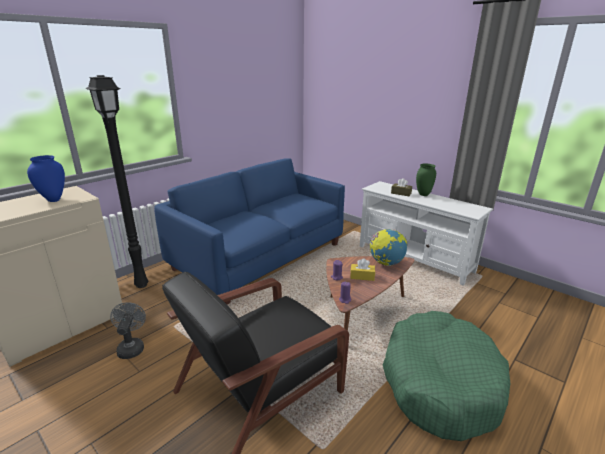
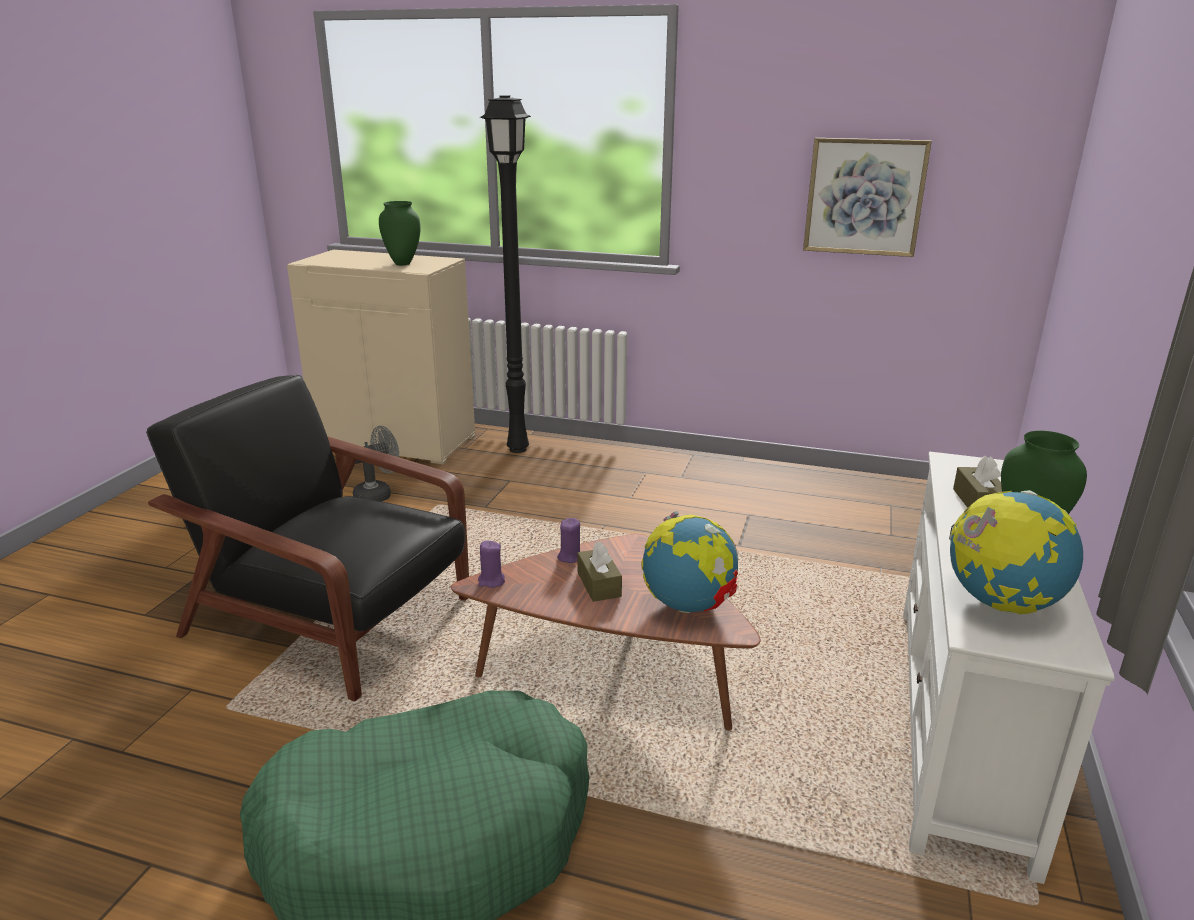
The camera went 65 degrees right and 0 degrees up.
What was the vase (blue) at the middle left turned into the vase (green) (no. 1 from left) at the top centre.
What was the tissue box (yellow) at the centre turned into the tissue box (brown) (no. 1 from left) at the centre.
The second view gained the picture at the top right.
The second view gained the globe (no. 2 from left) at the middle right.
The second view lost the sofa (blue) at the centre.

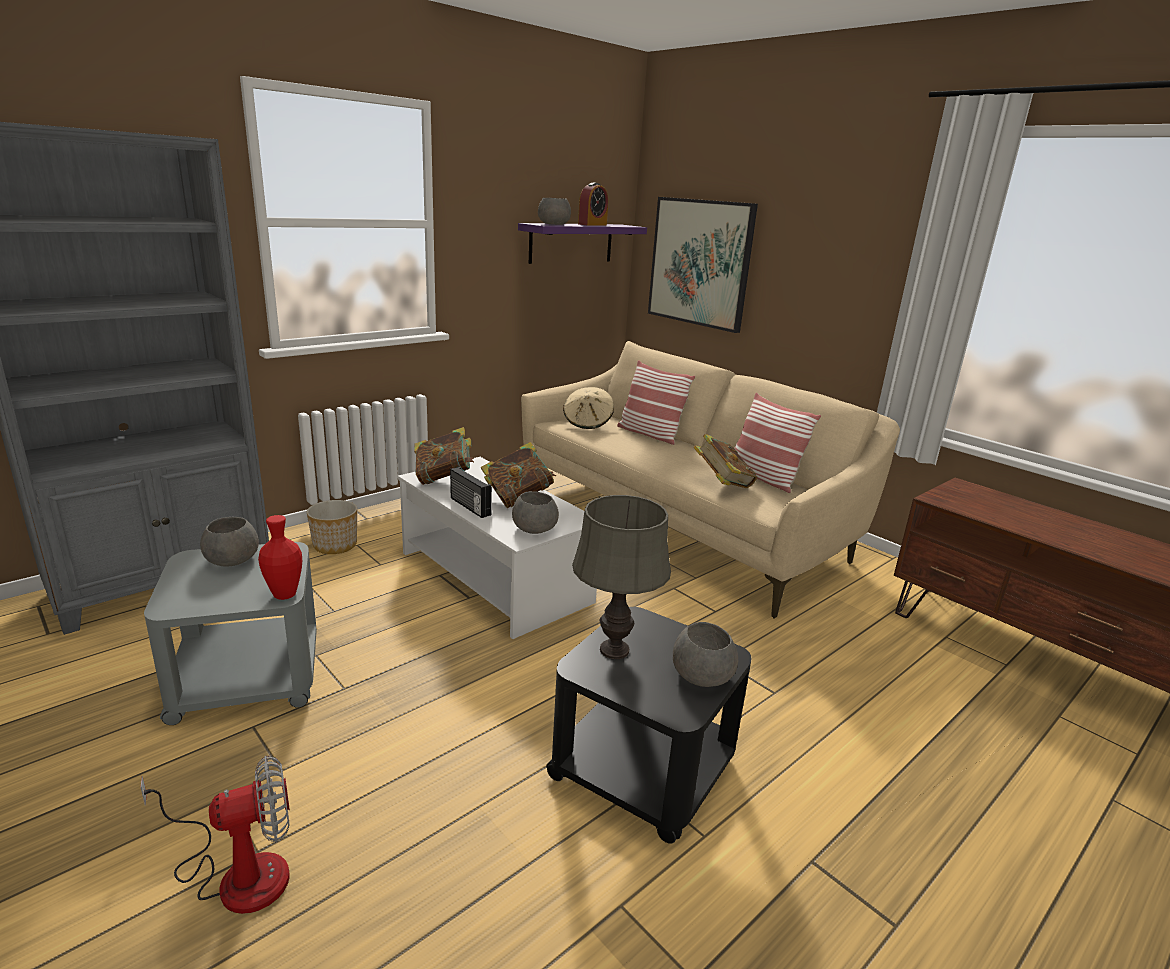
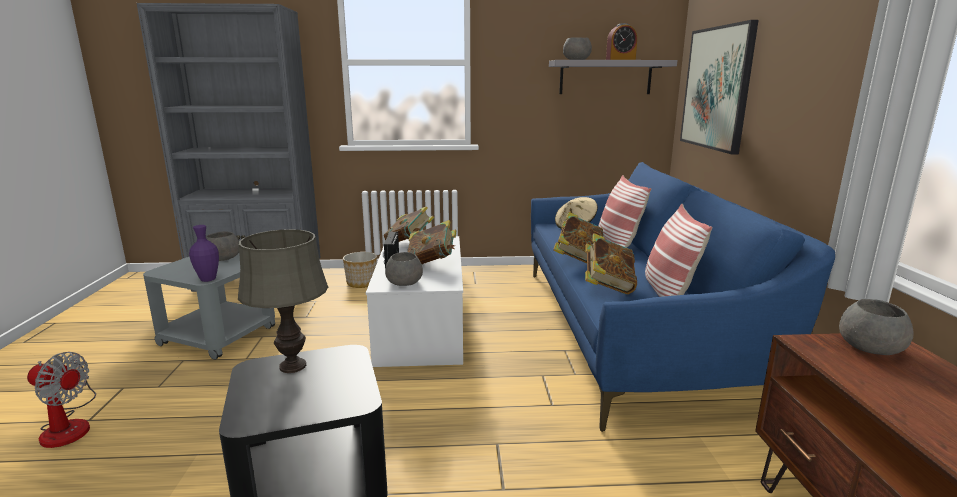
The camera went 40 degrees right and 5 degrees down.
What was the vase (red) at the middle left turned into the vase (purple) at the middle left.
What was the sofa (beige) at the centre turned into the sofa (blue) at the middle right.
What was the shelf (purple) at the top centre turned into the shelf (grey) at the top centre.
The second view gained the book (no. 3 from left) at the centre.
The bowl (grey) (no. 4 from left) ended up elsewhere, having gone from the bottom centre to the middle right.

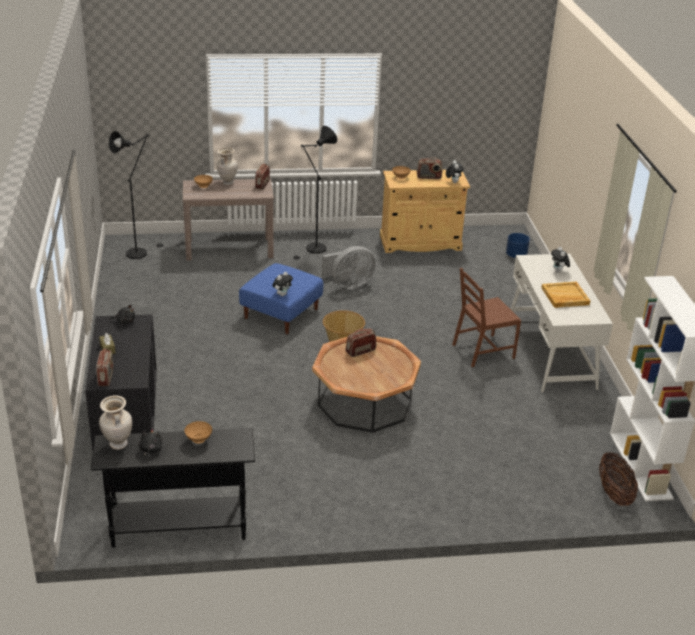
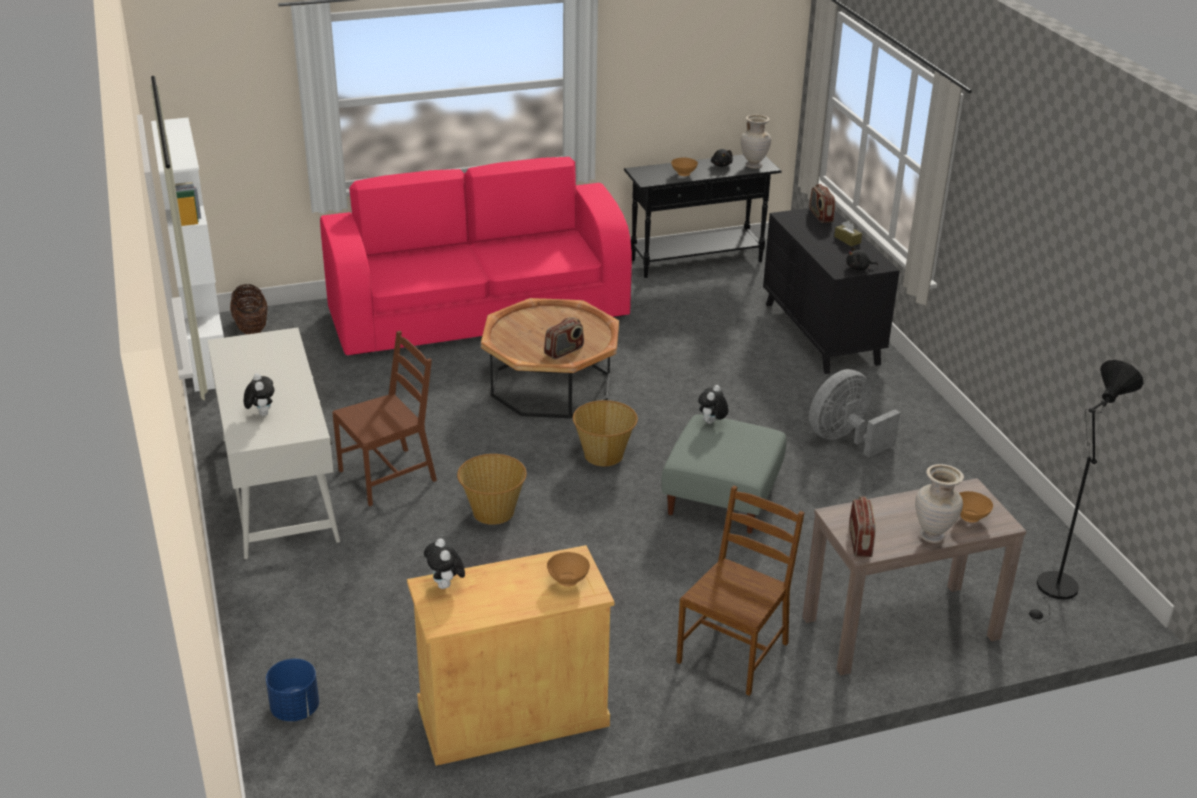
The camera went 170 degrees right and 0 degrees up.
The second view gained the sofa (pink) at the top centre.
The second view gained the basket (no. 2 from left) at the centre.
What was the ottoman (blue) at the centre turned into the ottoman (grey) at the centre.
Where the floor lamp (black) (no. 2 from left) stood at the top centre, the chair (brown) (no. 2 from left) came to stand at the bottom centre.
The fan (grey) ended up elsewhere, having gone from the centre to the middle right.
The second view lost the radio (no. 4 from left) at the top centre.
The second view lost the tray (beige) at the middle right.

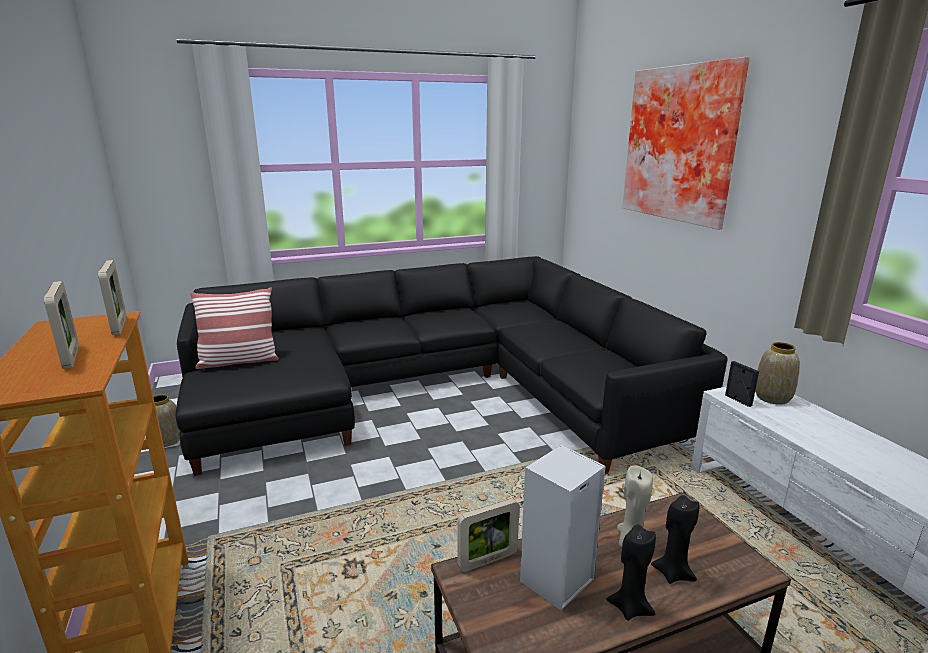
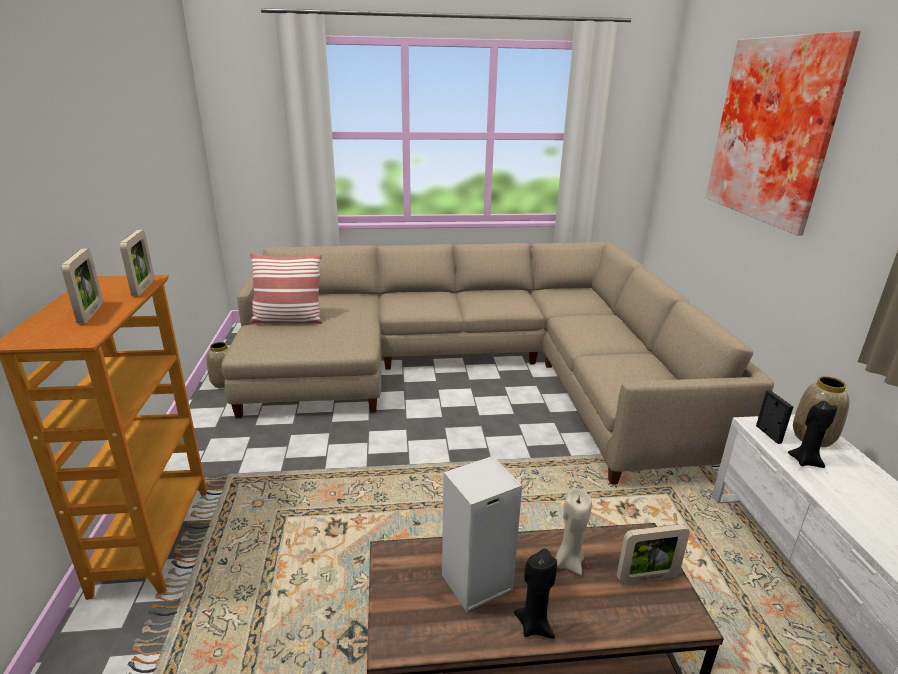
The camera went 15 degrees right and 5 degrees up.
What was the sofa (black) at the centre turned into the sofa (beige) at the centre.
The picture frame (no. 3 from left) ended up elsewhere, having gone from the bottom centre to the bottom right.
The candle (black) (no. 2 from left) ended up elsewhere, having gone from the bottom right to the middle right.

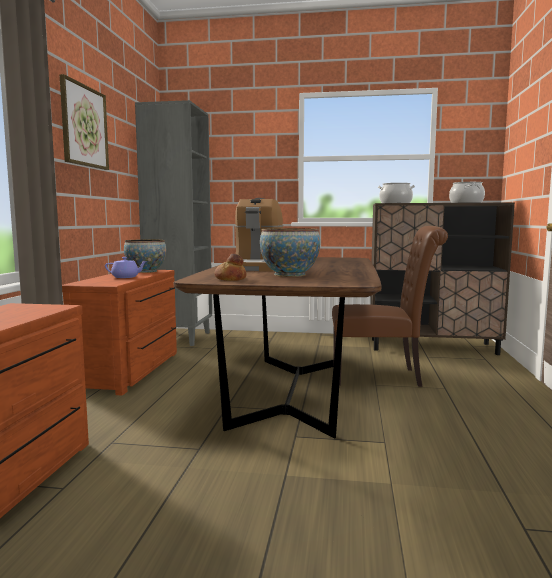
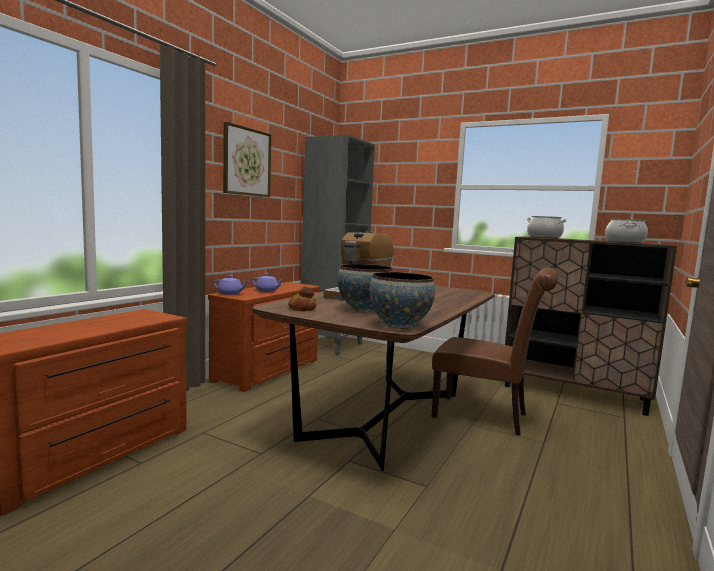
The camera went 20 degrees right and 0 degrees up.
The second view gained the teapot (purple) (no. 1 from left) at the middle left.
The bowl (no. 1 from left in the first image) ended up elsewhere, having gone from the middle left to the centre.

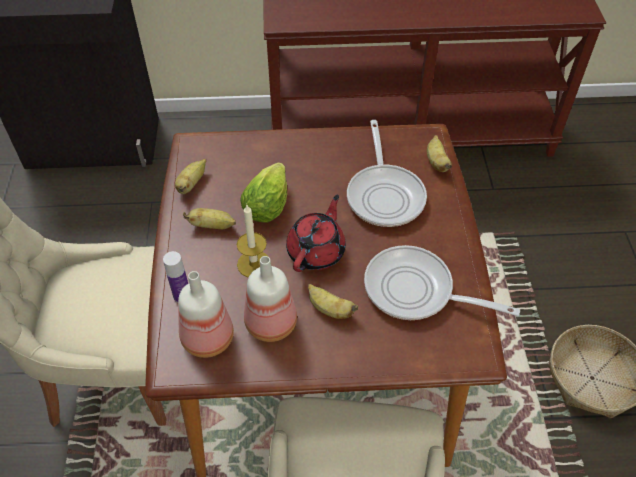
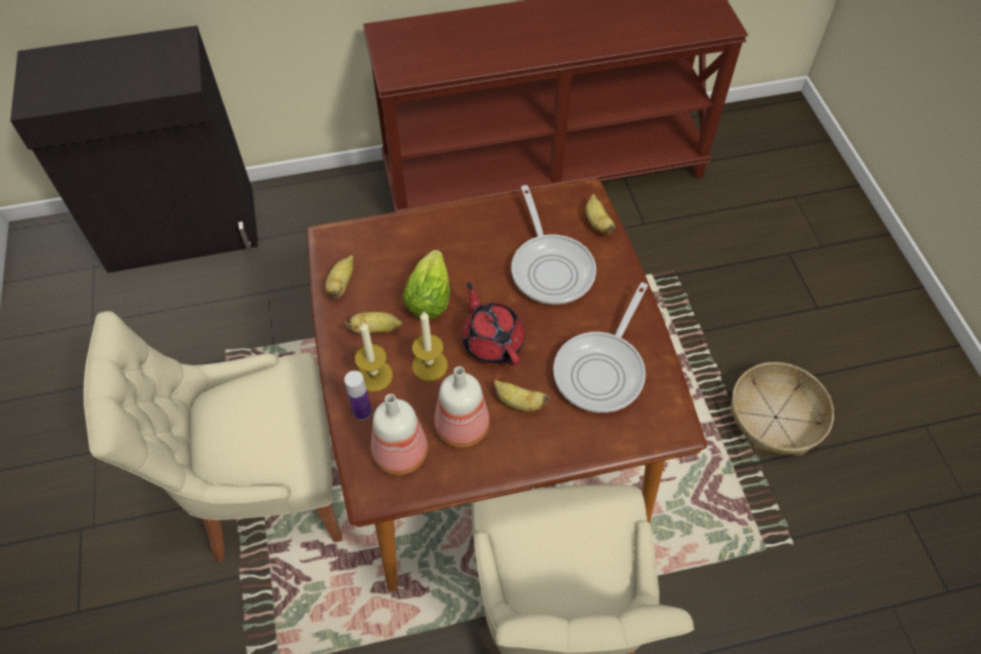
The camera went 10 degrees left and 5 degrees up.
The second view gained the candle (no. 1 from left) at the centre.
The teapot (red) at the centre ended up facing another way, 45 degrees counterclockwise from before.
The frying pan (no. 2 from left) at the middle right ended up facing another way, 75 degrees counterclockwise from before.

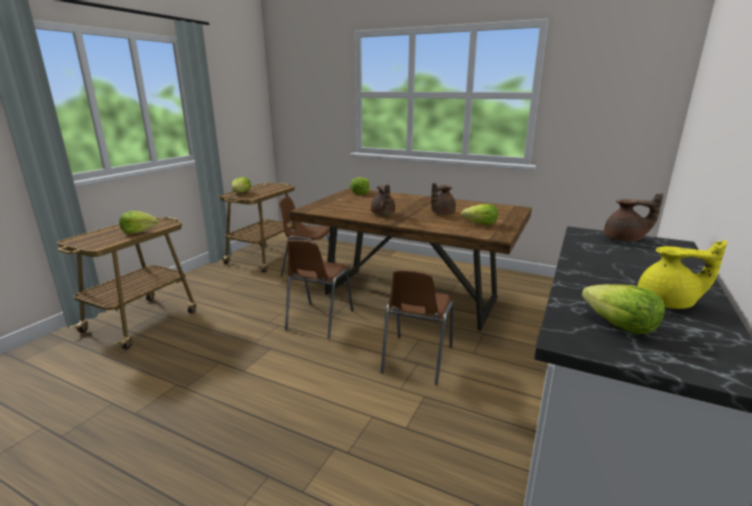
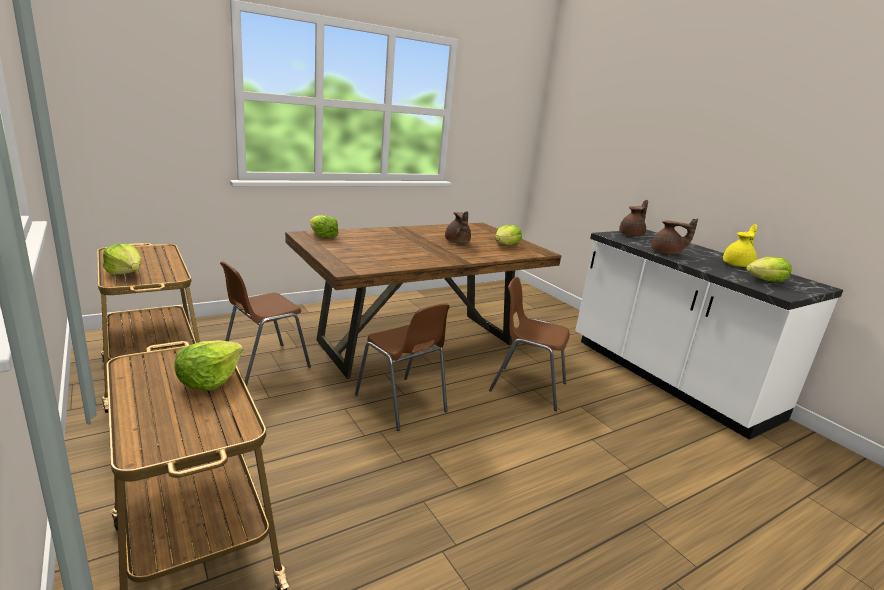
The camera went 60 degrees left and 0 degrees up.
The chair (brown) (no. 3 from left) at the centre ended up facing another way, 150 degrees clockwise from before.
The teapot (brown) (no. 1 from left in the first image) ended up elsewhere, having gone from the centre to the middle right.

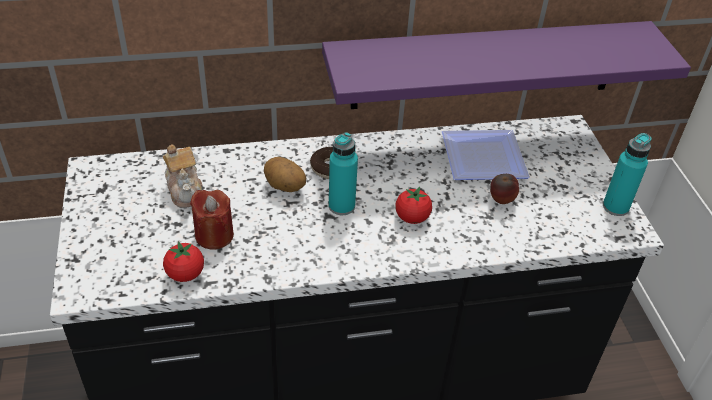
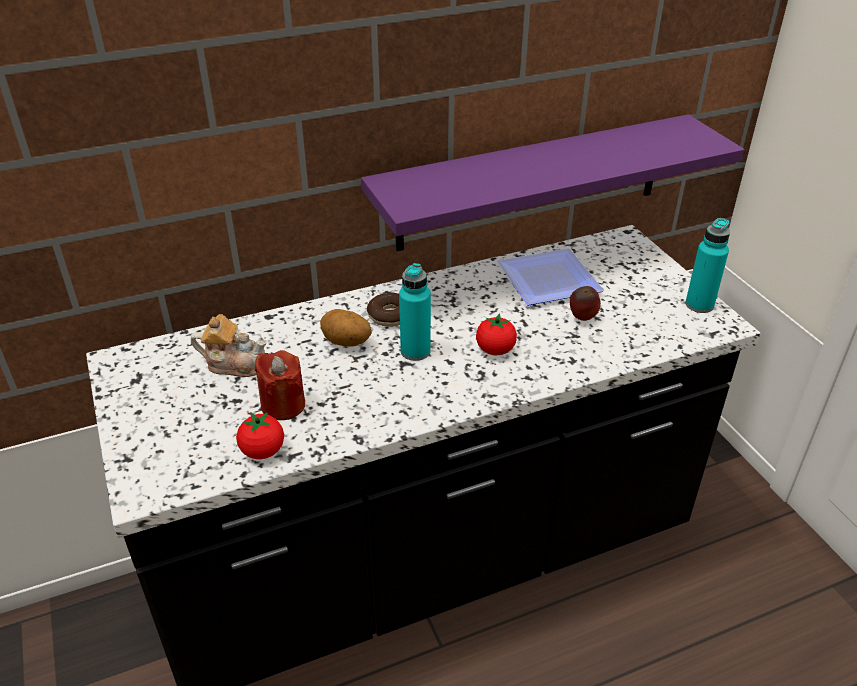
The camera went 10 degrees left and 5 degrees down.
The teapot at the middle left ended up facing another way, 45 degrees counterclockwise from before.

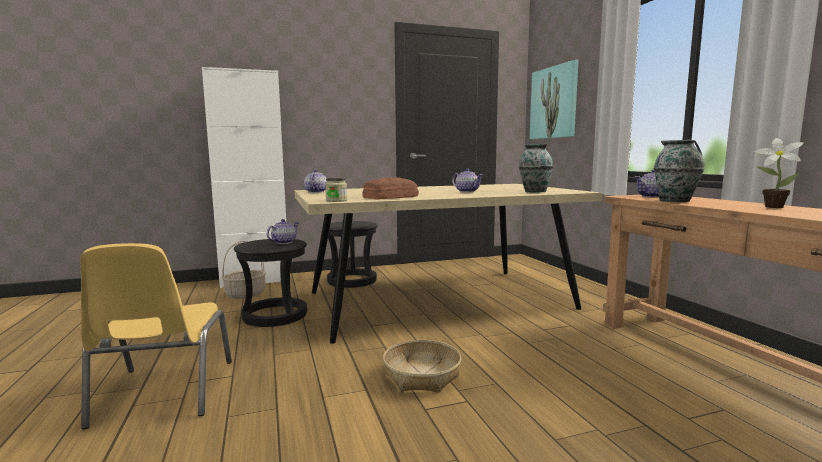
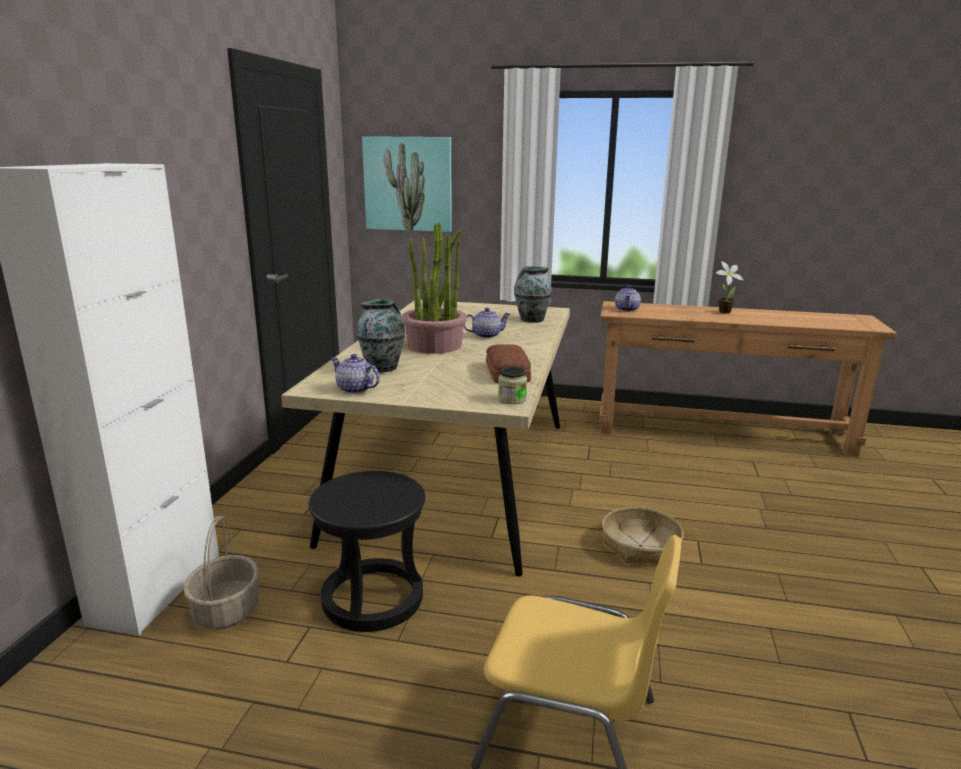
The camera went 60 degrees left and 10 degrees up.
The vase (no. 2 from left in the first image) ended up elsewhere, having gone from the middle right to the centre.
The second view gained the potted plant (no. 1 from left) at the centre.
The second view lost the teapot (no. 1 from left) at the centre.
The second view lost the stool (black) (no. 2 from left) at the centre.

